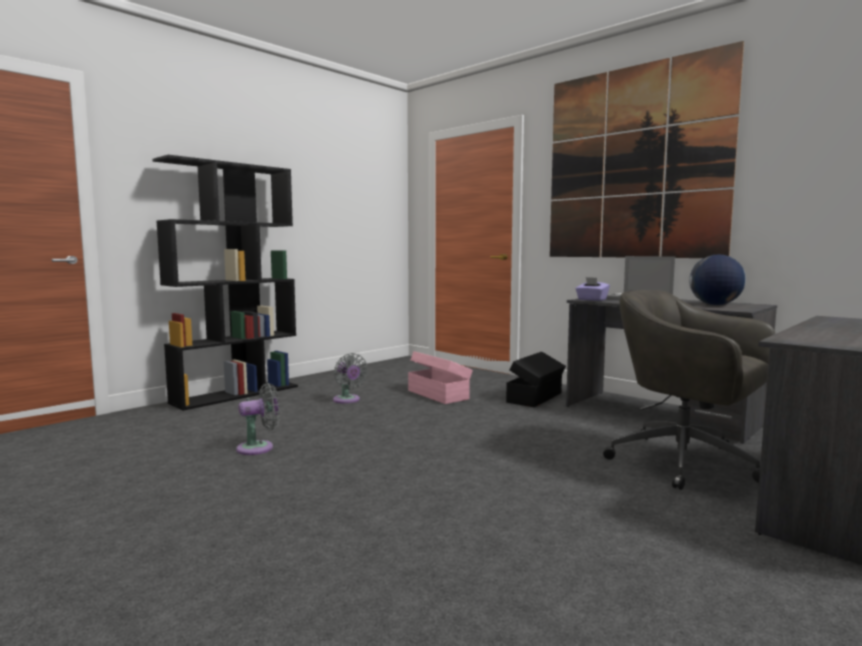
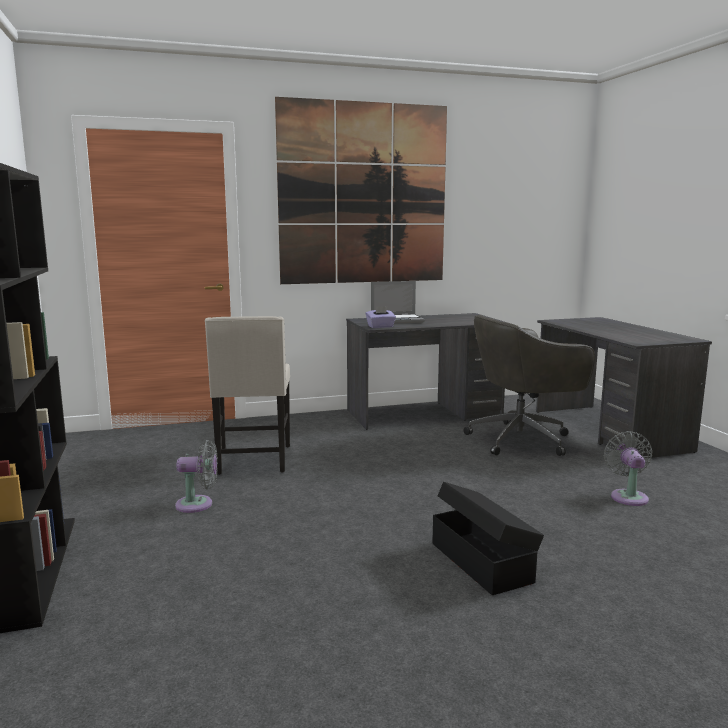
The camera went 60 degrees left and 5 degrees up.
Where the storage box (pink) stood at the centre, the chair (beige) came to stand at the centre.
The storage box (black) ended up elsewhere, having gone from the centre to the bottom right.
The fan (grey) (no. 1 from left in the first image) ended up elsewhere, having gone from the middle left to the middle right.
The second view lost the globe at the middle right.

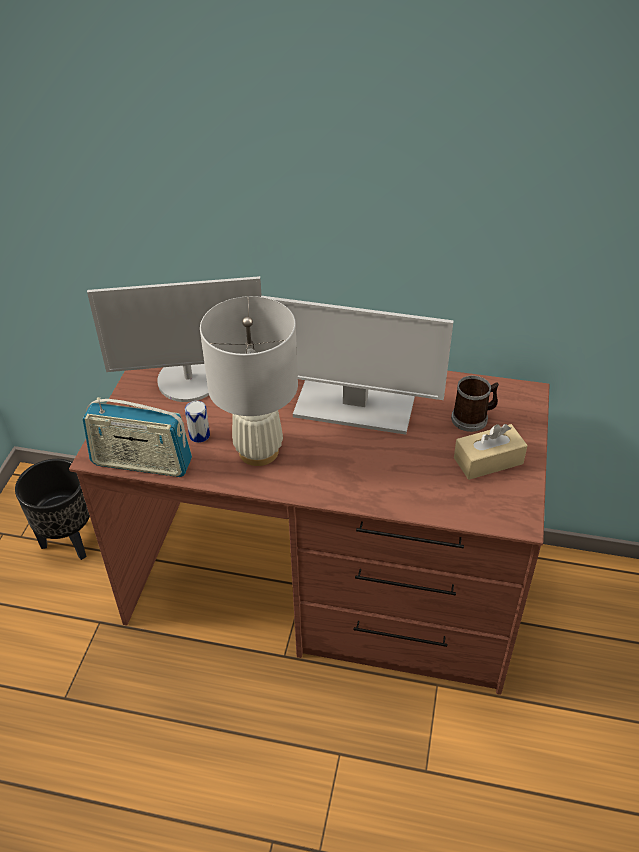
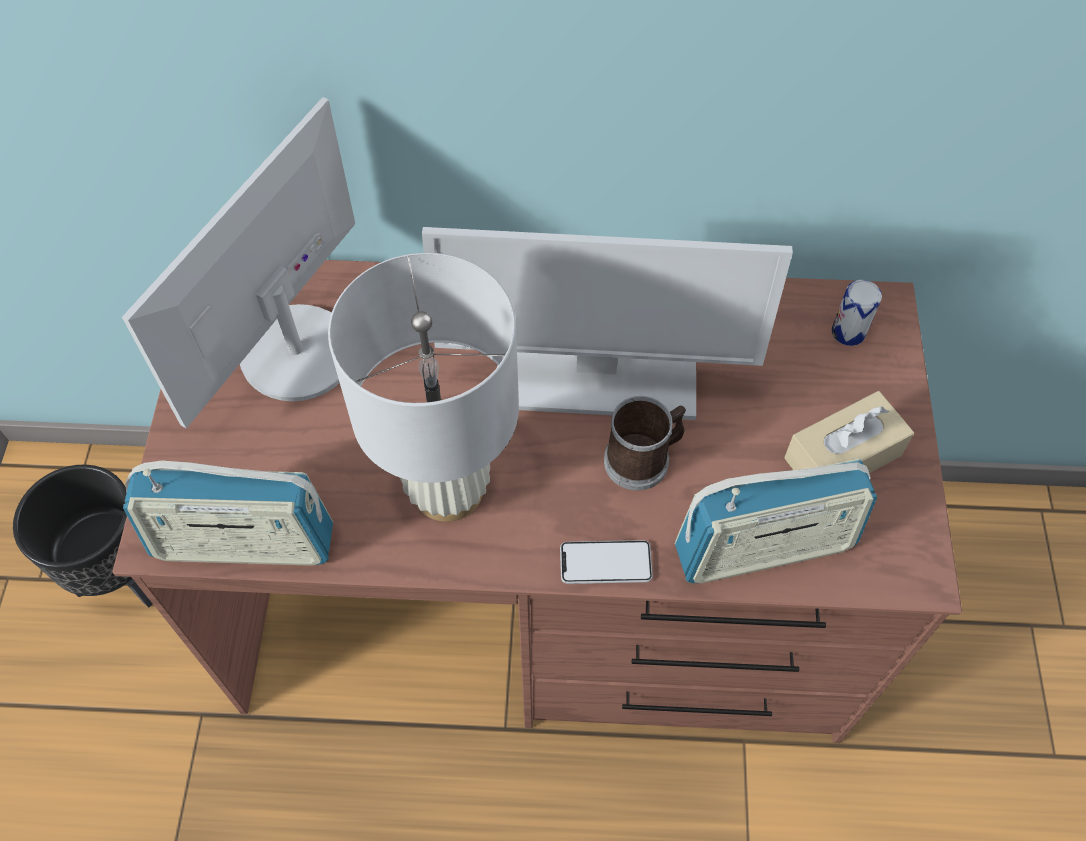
The camera went 10 degrees left and 15 degrees up.
The monitor (no. 1 from left) at the middle left ended up facing another way, 135 degrees clockwise from before.
The second view gained the phone at the bottom centre.
The mug ended up elsewhere, having gone from the middle right to the centre.
The second view gained the radio (no. 2 from left) at the middle right.
The can ended up elsewhere, having gone from the middle left to the middle right.

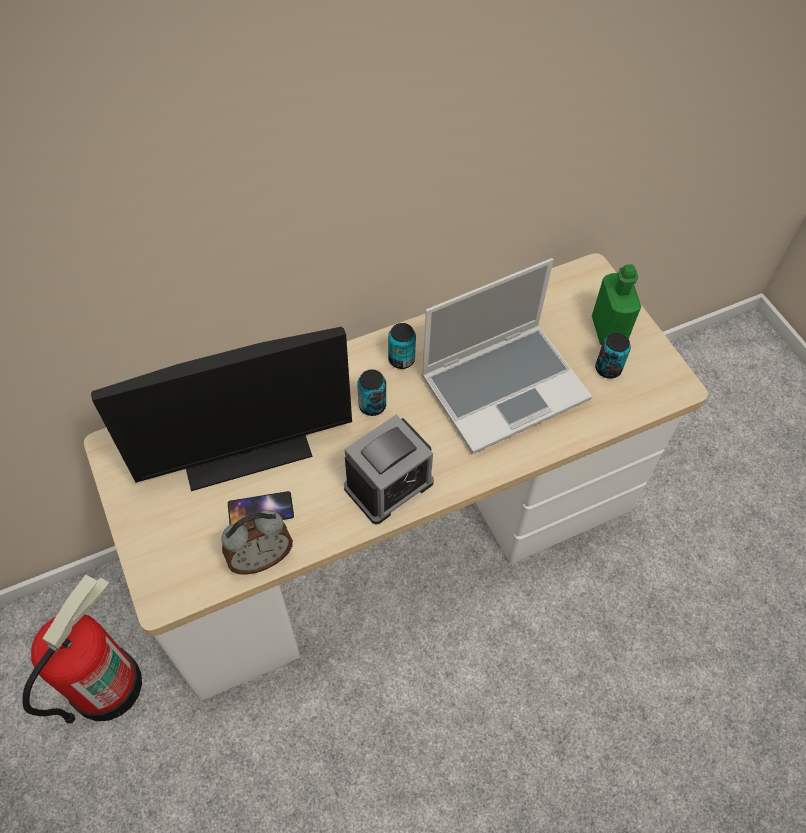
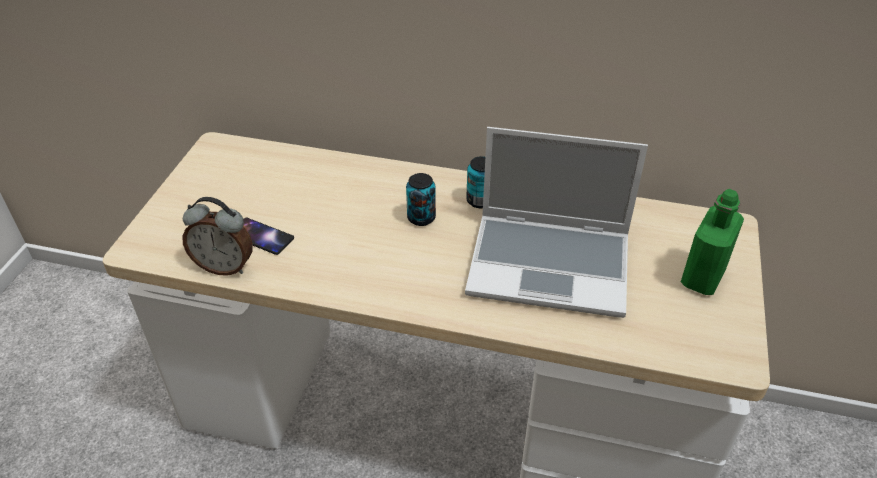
The camera went 40 degrees right and 15 degrees down.
The second view lost the fire extinguisher at the bottom left.
The second view lost the monitor at the middle left.
The second view lost the alarm clock (no. 2 from left) at the centre.
The second view lost the can (no. 3 from left) at the middle right.

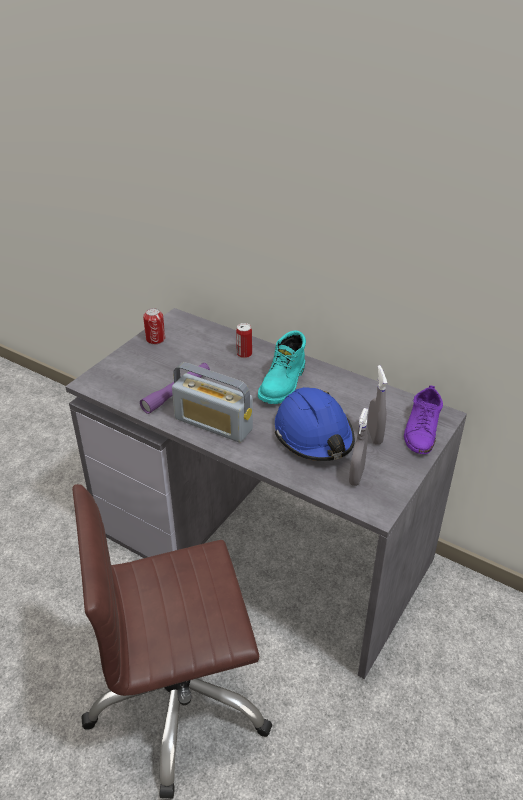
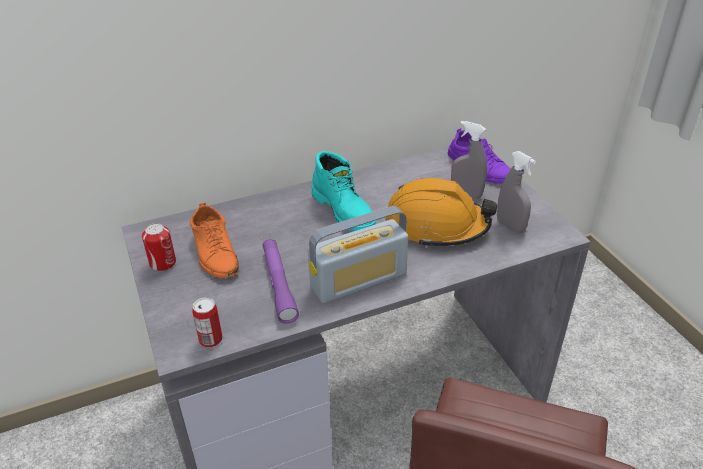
The camera went 55 degrees left and 0 degrees up.
The second view gained the shoe (orange) at the middle left.
The can (no. 2 from left) ended up elsewhere, having gone from the centre to the bottom left.
What was the hard hat (blue) at the centre turned into the hard hat (orange) at the centre.

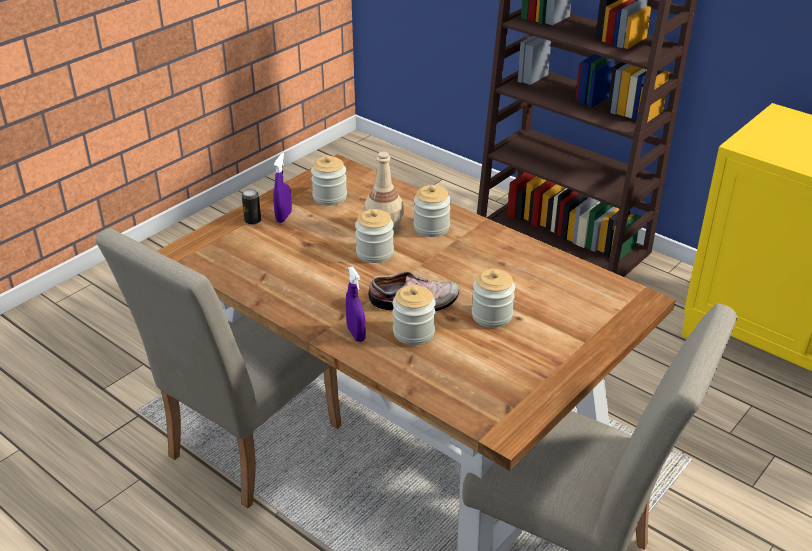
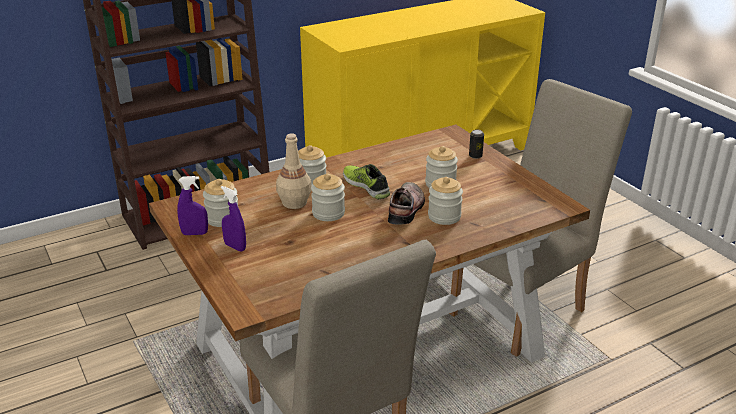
The camera went 70 degrees left and 5 degrees down.
The spray bottle (purple) (no. 2 from left in the first image) ended up elsewhere, having gone from the centre to the middle left.
The second view gained the shoe (no. 1 from left) at the centre.
The can ended up elsewhere, having gone from the middle left to the centre.

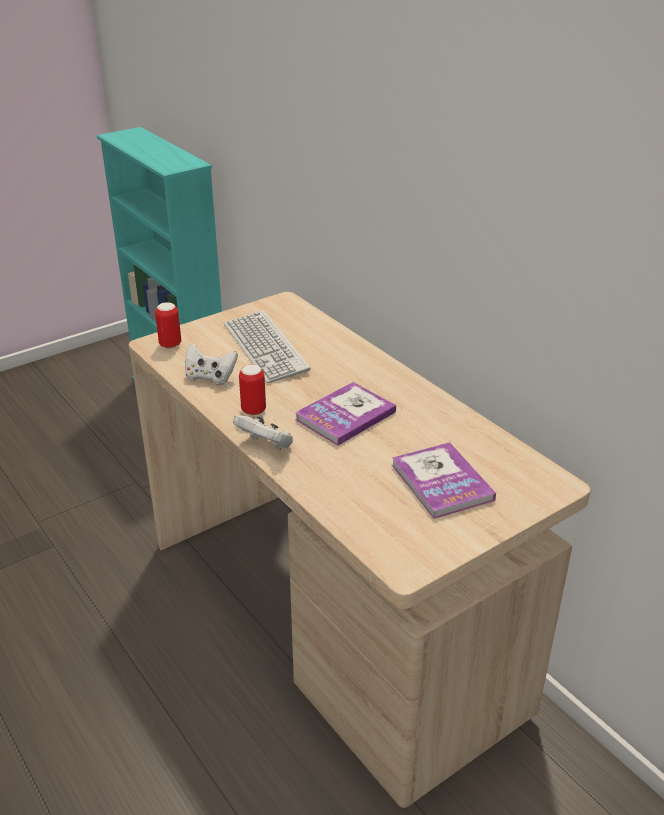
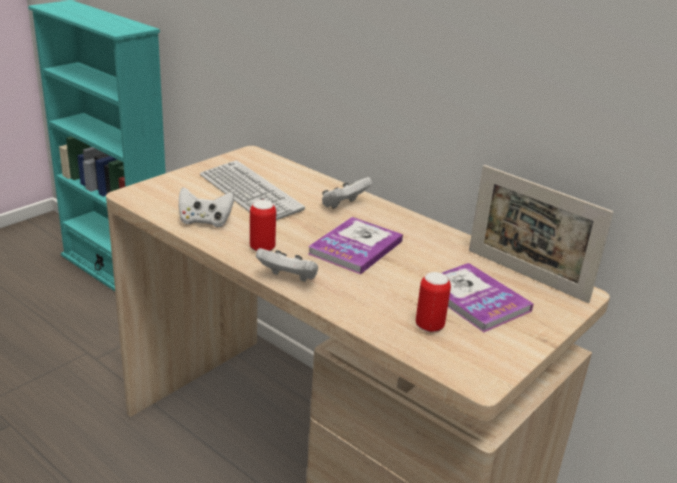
The camera went 15 degrees left and 5 degrees down.
The second view gained the game controller (white) (no. 3 from left) at the centre.
The can (no. 1 from left in the first image) ended up elsewhere, having gone from the middle left to the centre.
The second view gained the picture frame at the middle right.

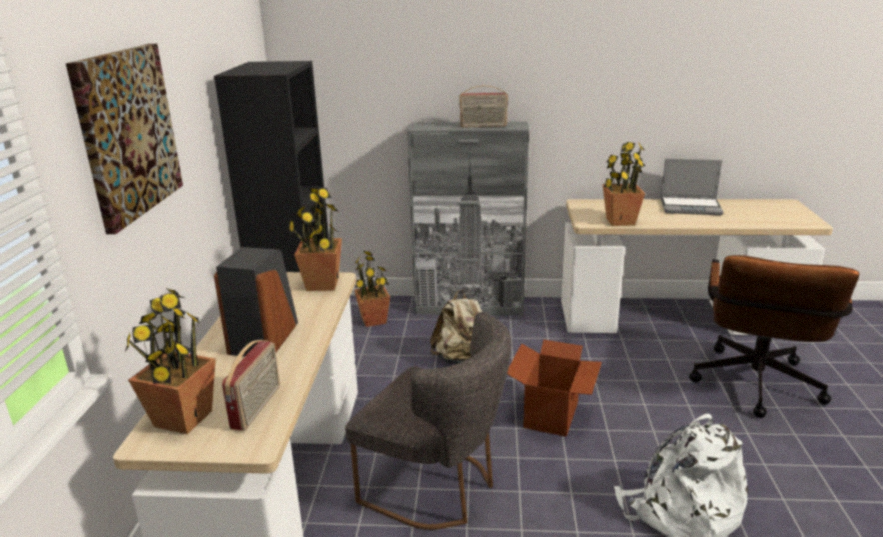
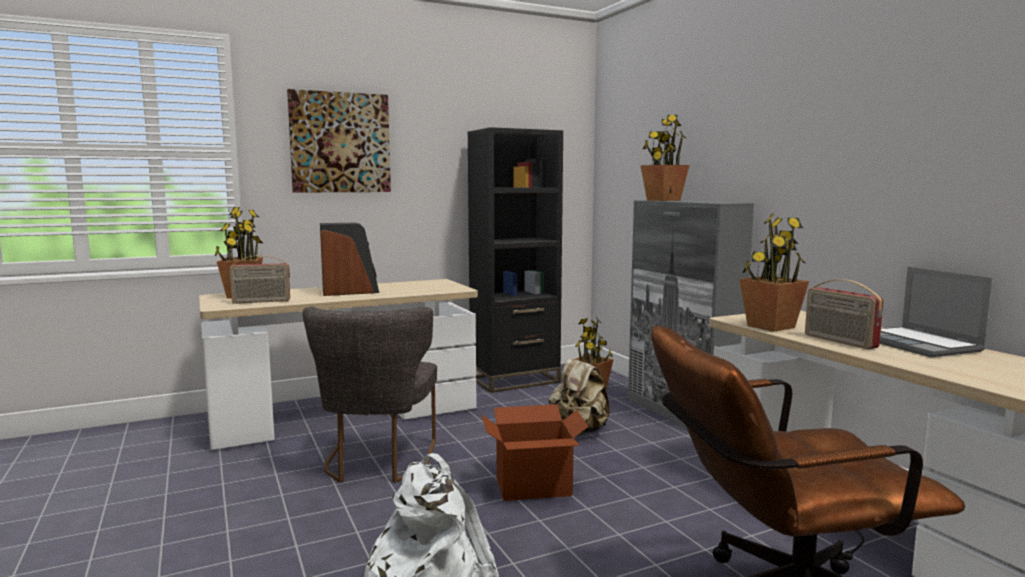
The camera went 60 degrees right and 15 degrees down.
The potted plant (no. 2 from left in the first image) ended up elsewhere, having gone from the centre to the top centre.
The radio (no. 2 from left) ended up elsewhere, having gone from the top centre to the middle right.

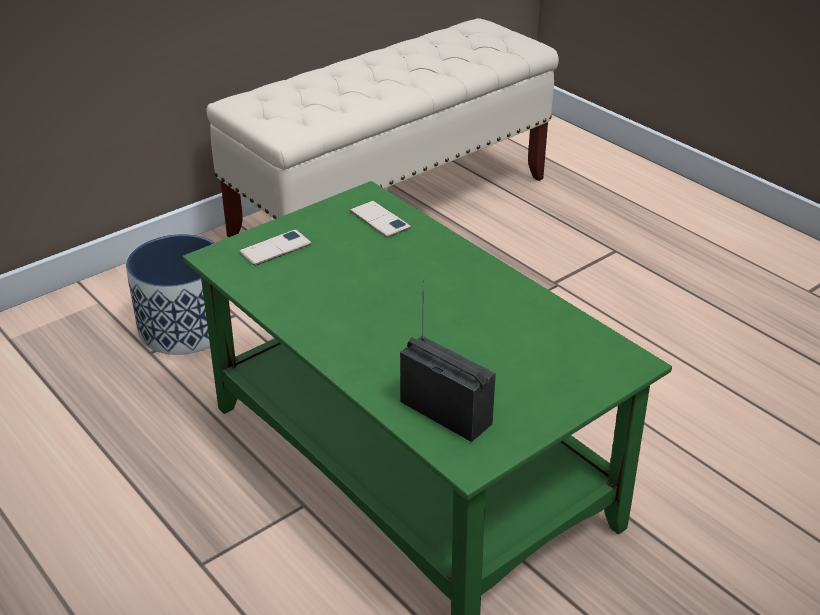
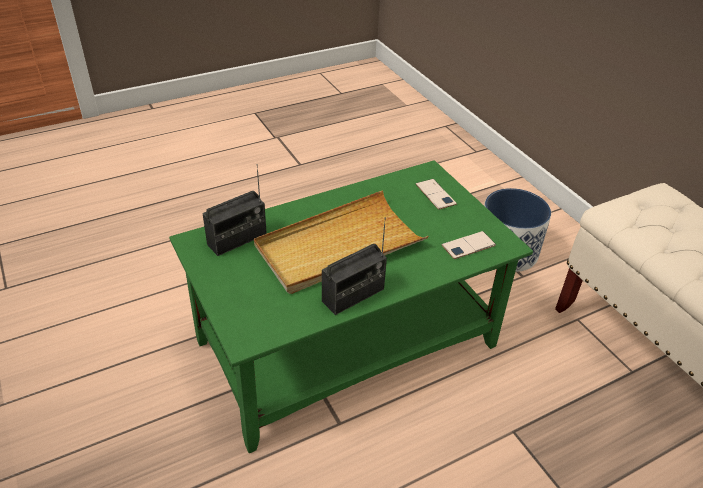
The camera went 100 degrees right and 5 degrees up.
The second view gained the tray (beige) at the centre.
The second view gained the radio (no. 2 from left) at the centre.

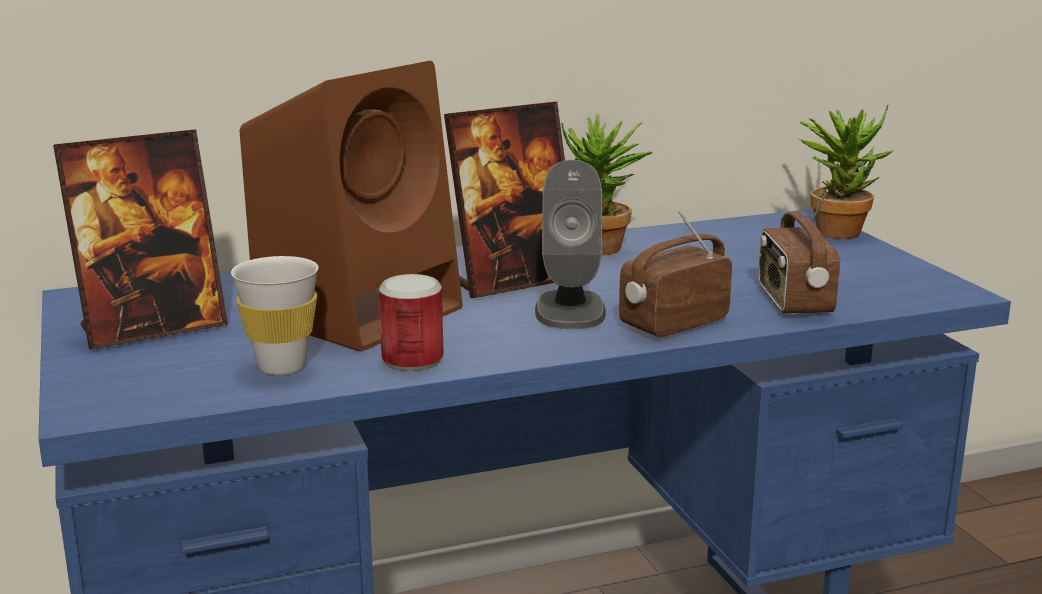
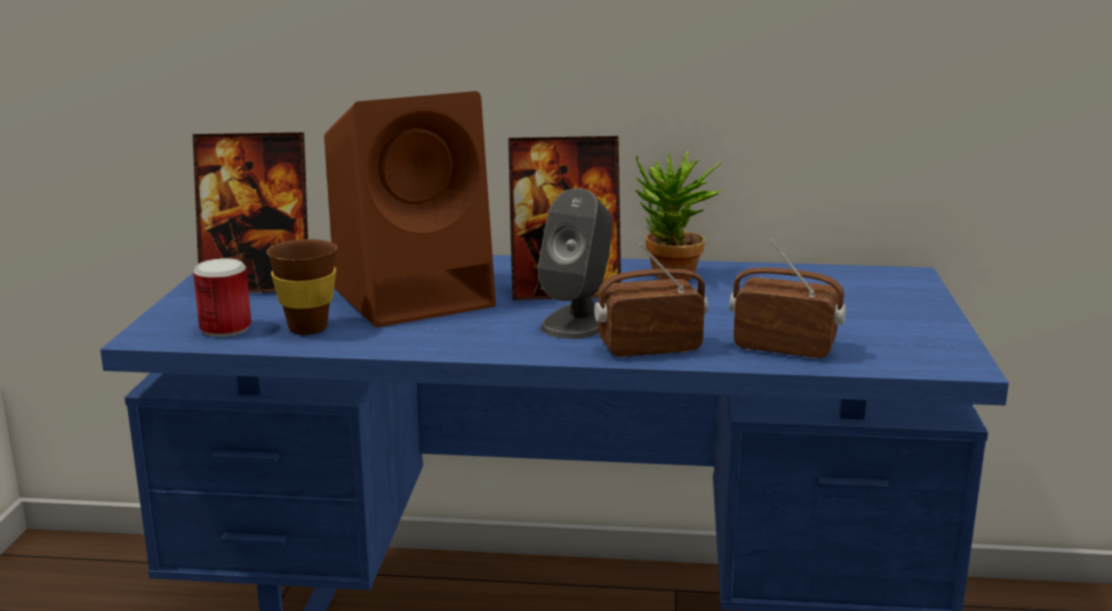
The camera went 25 degrees right and 0 degrees up.
The can ended up elsewhere, having gone from the centre to the middle left.
What was the cup (white) at the middle left turned into the cup (brown) at the middle left.
The radio (no. 2 from left) at the middle right ended up facing another way, 90 degrees clockwise from before.
The second view lost the potted plant (no. 2 from left) at the top right.

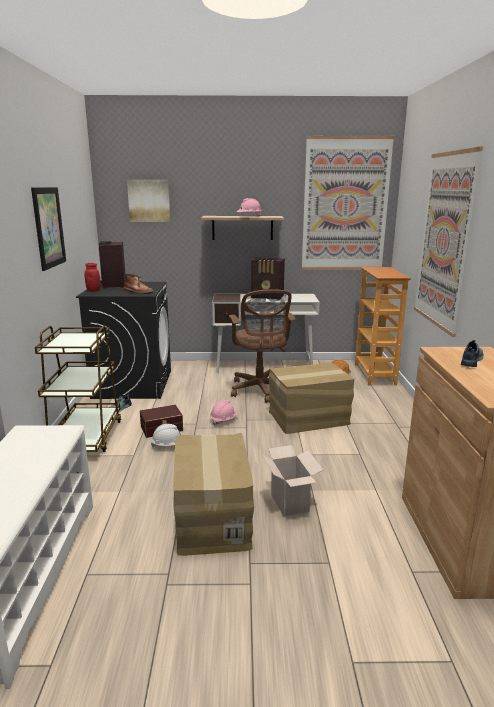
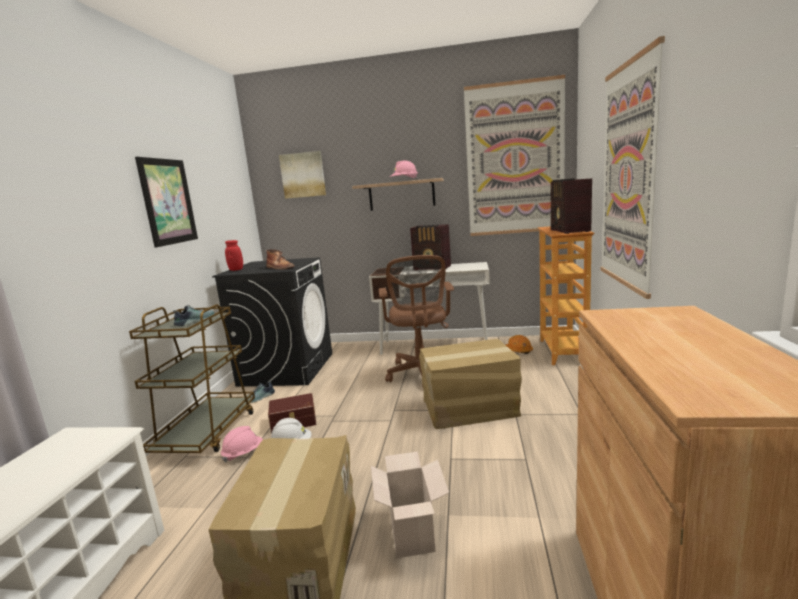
The camera went 10 degrees right and 5 degrees down.
The shoe (no. 2 from left in the first image) ended up elsewhere, having gone from the middle right to the middle left.
The hard hat (pink) (no. 1 from left) ended up elsewhere, having gone from the centre to the bottom left.
The radio (no. 1 from left in the first image) ended up elsewhere, having gone from the middle left to the middle right.

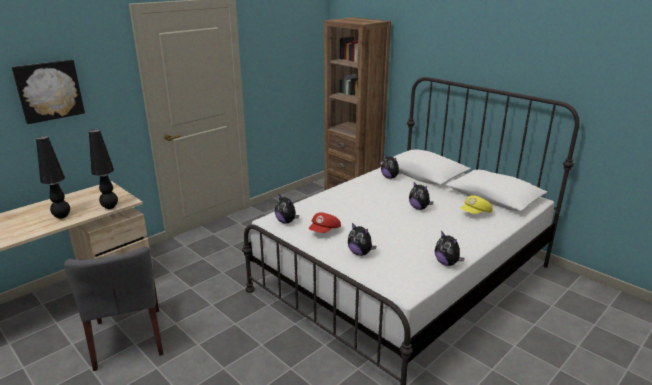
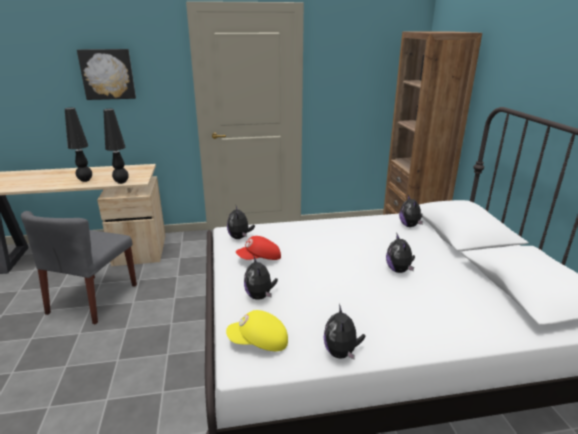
The camera went 35 degrees right and 0 degrees up.
The cap (yellow) ended up elsewhere, having gone from the middle right to the bottom centre.

